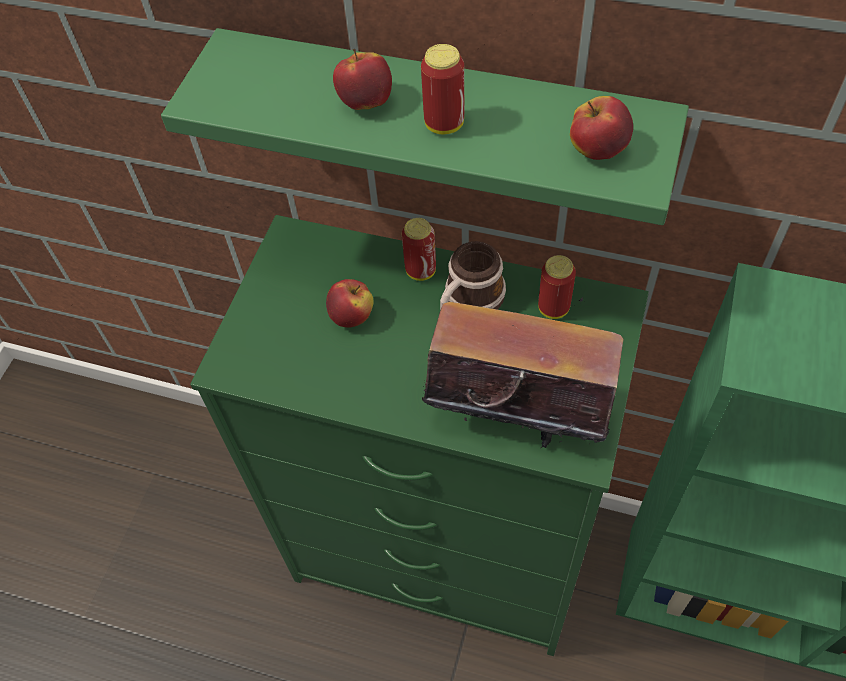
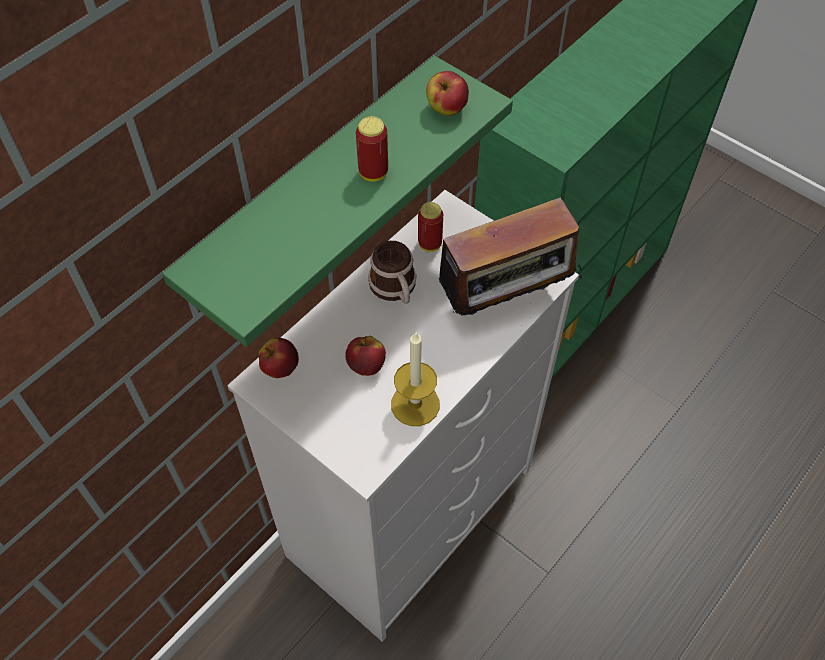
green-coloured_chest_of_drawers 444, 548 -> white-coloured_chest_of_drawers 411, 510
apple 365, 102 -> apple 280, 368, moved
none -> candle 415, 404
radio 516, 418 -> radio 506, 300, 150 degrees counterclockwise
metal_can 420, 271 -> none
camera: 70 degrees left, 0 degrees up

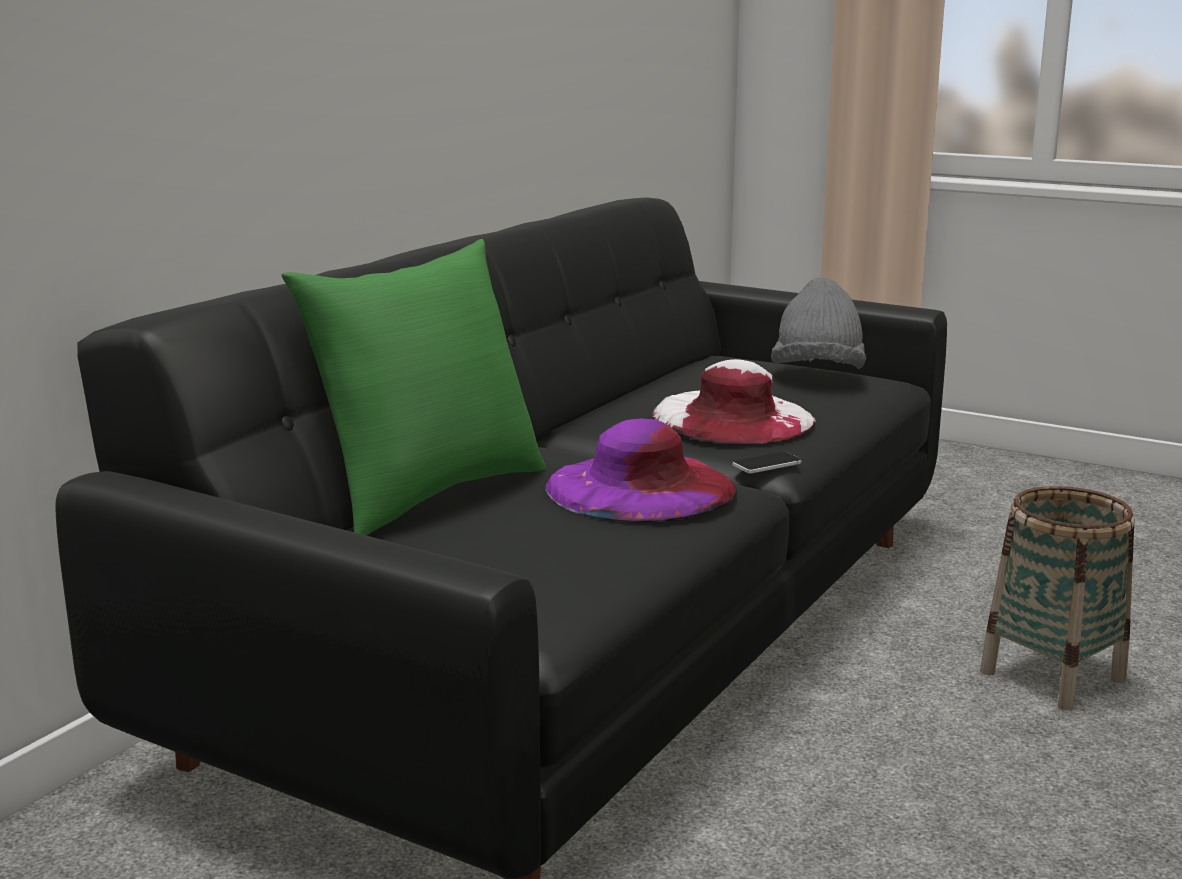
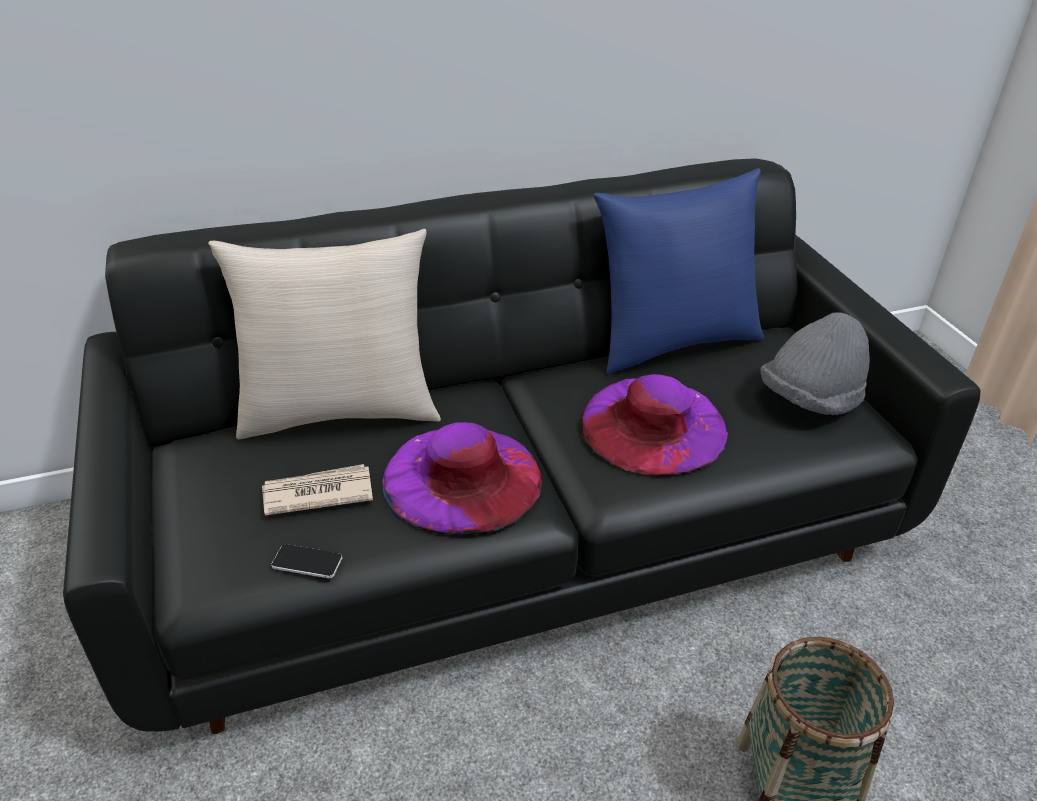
green-coloured_pillow 428, 493 -> beige-coloured_pillow 340, 410
none -> daily_paper 317, 493
handset 767, 464 -> handset 307, 562, moved
white-coloured_wearable_hat 733, 418 -> purple_wearable_hat 653, 425
none -> blue_pillow 673, 341
camera: 40 degrees right, 20 degrees up

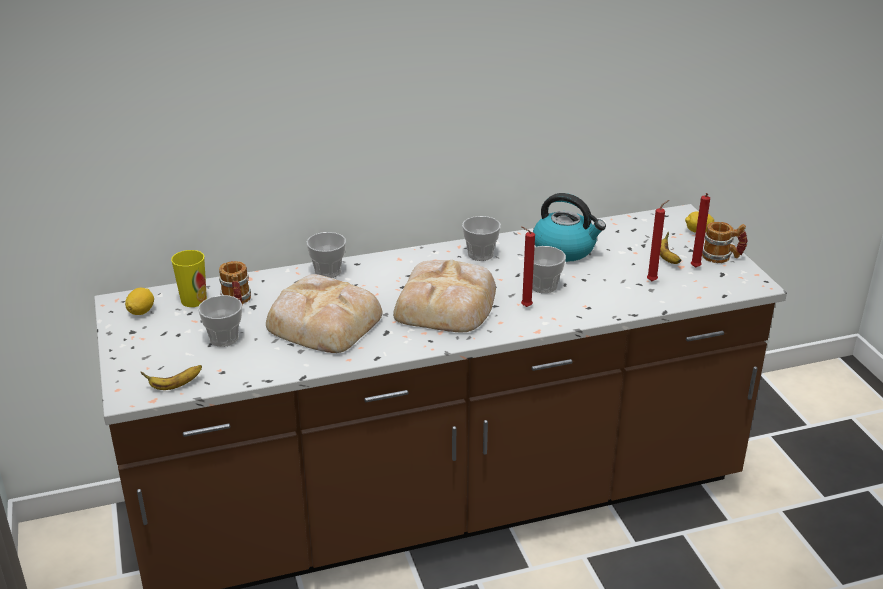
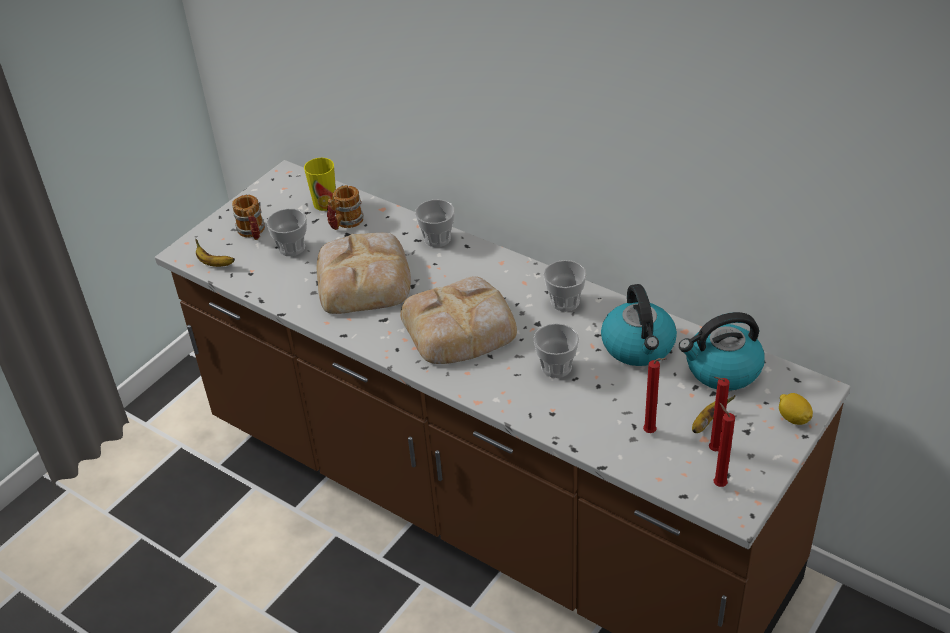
tea_mug 722, 257 -> tea_mug 252, 232, moved
none -> kettle 722, 370
red-coloured_candle 524, 307 -> red-coloured_candle 718, 484, moved
whole_lemon 141, 311 -> none
camera: 55 degrees right, 10 degrees up

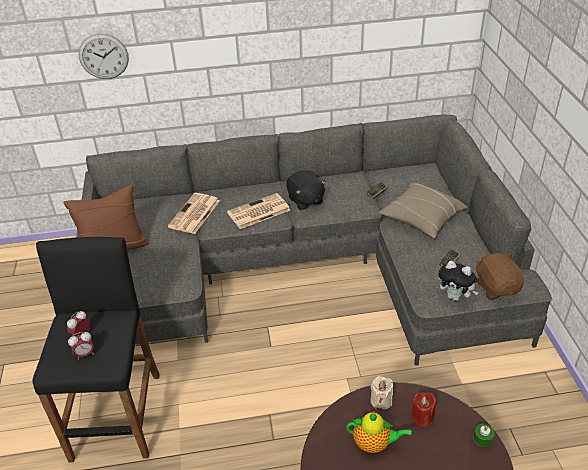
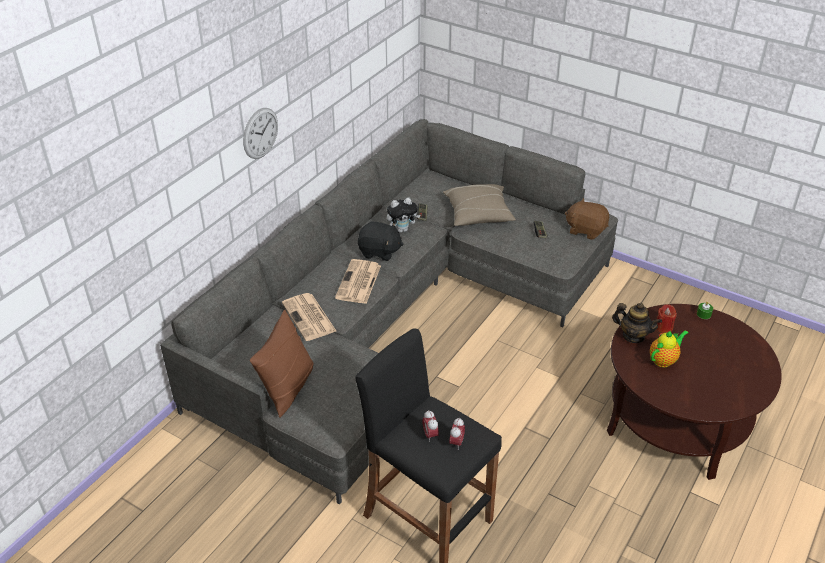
clock_on_the_wall 103, 56 -> clock_on_the_wall 260, 133, moved
plush_toy 455, 297 -> plush_toy 402, 229, moved
beige-coloured_candle 381, 401 -> teapot 633, 336
camera: 50 degrees left, 0 degrees up

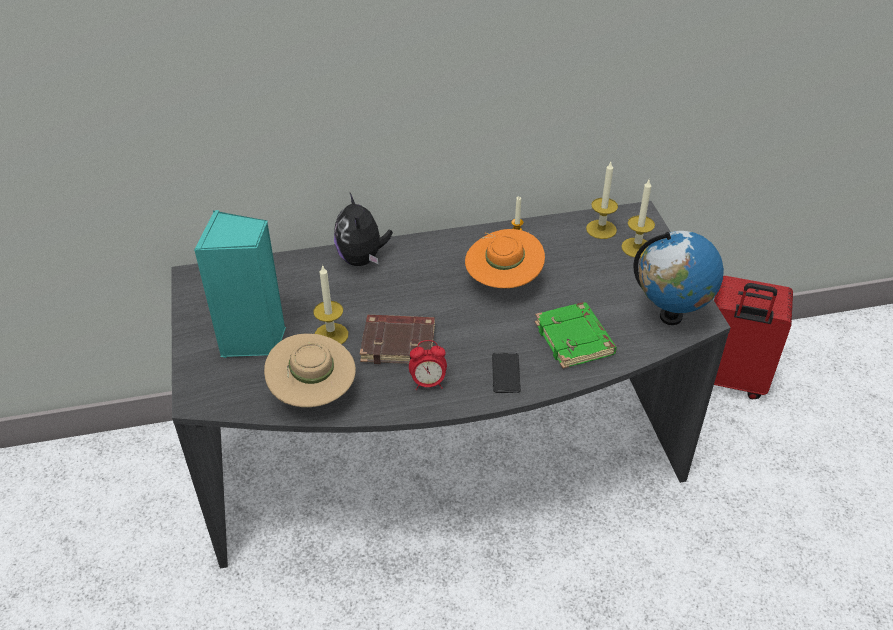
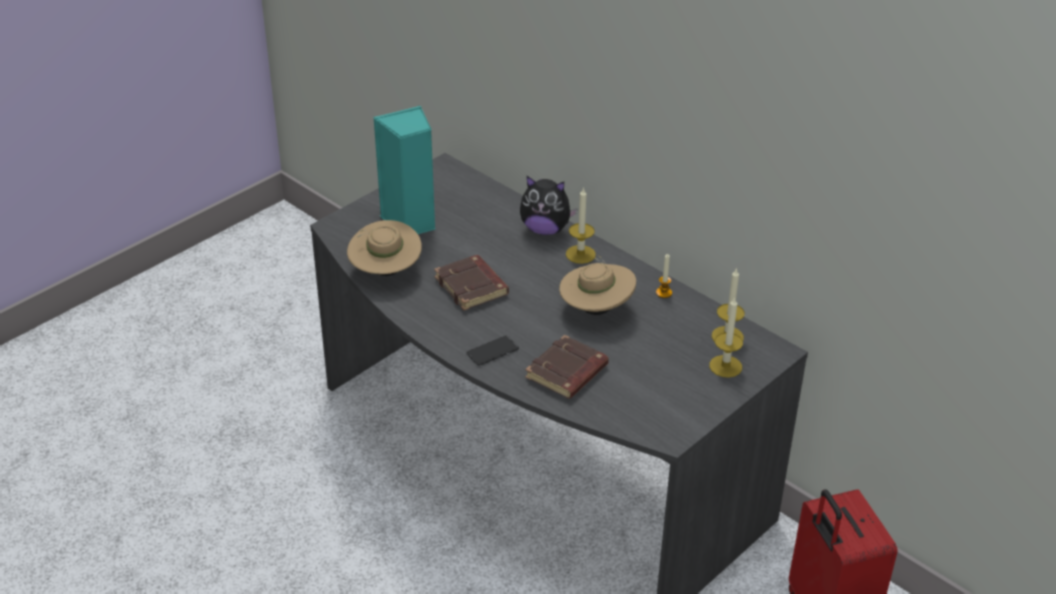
plush_toy 362, 259 -> plush_toy 545, 229, 120 degrees counterclockwise
green-coloured_bound_book 575, 340 -> brown-coloured_bound_book 567, 373
orangey_wearable_hat 503, 282 -> beige-coloured_wearable_hat 596, 309
candle 331, 335 -> candle 580, 254, moved
bedside_clock 428, 383 -> none
world_globe 670, 316 -> none
camera: 55 degrees right, 5 degrees down

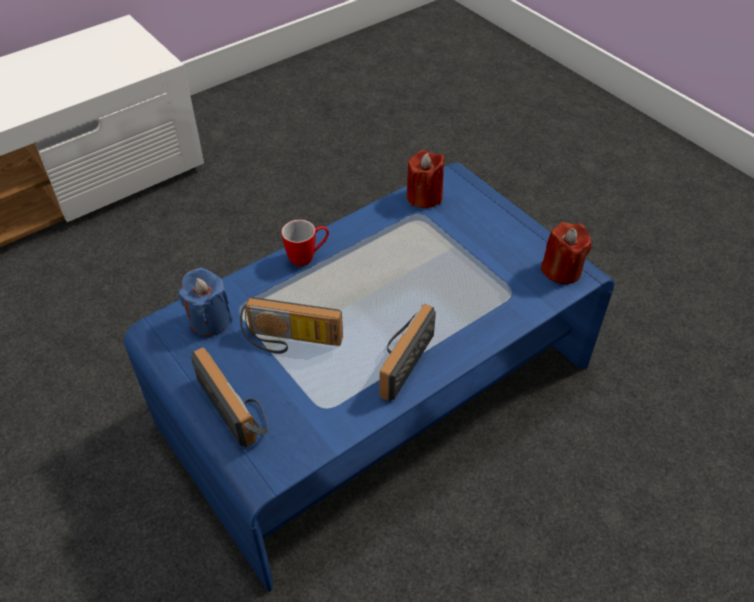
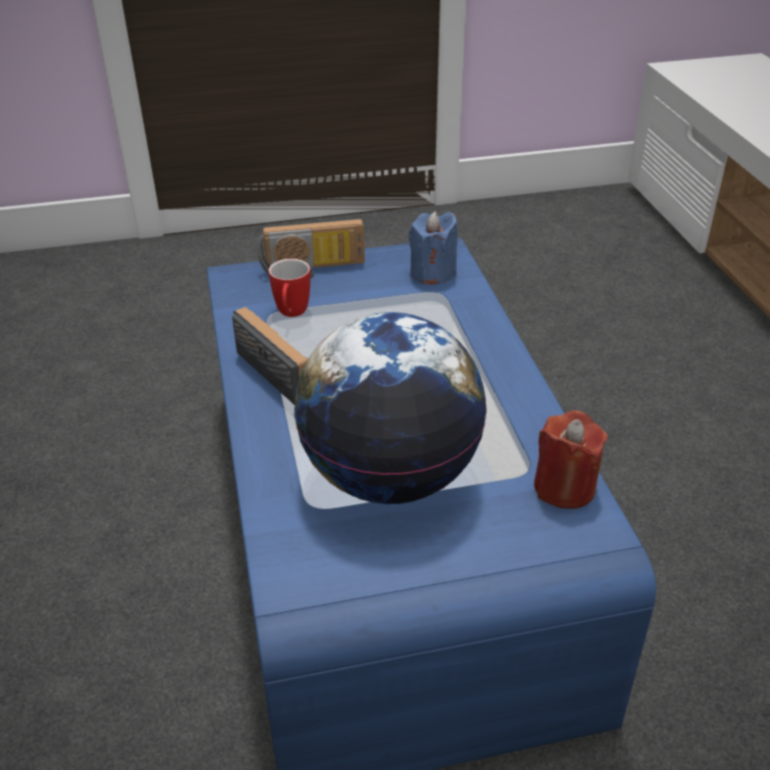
tea_mug 307, 257 -> tea_mug 291, 314, moved
none -> world_globe 390, 476
radio 290, 341 -> none
red-coloured_candle 561, 270 -> none
camera: 115 degrees right, 10 degrees down

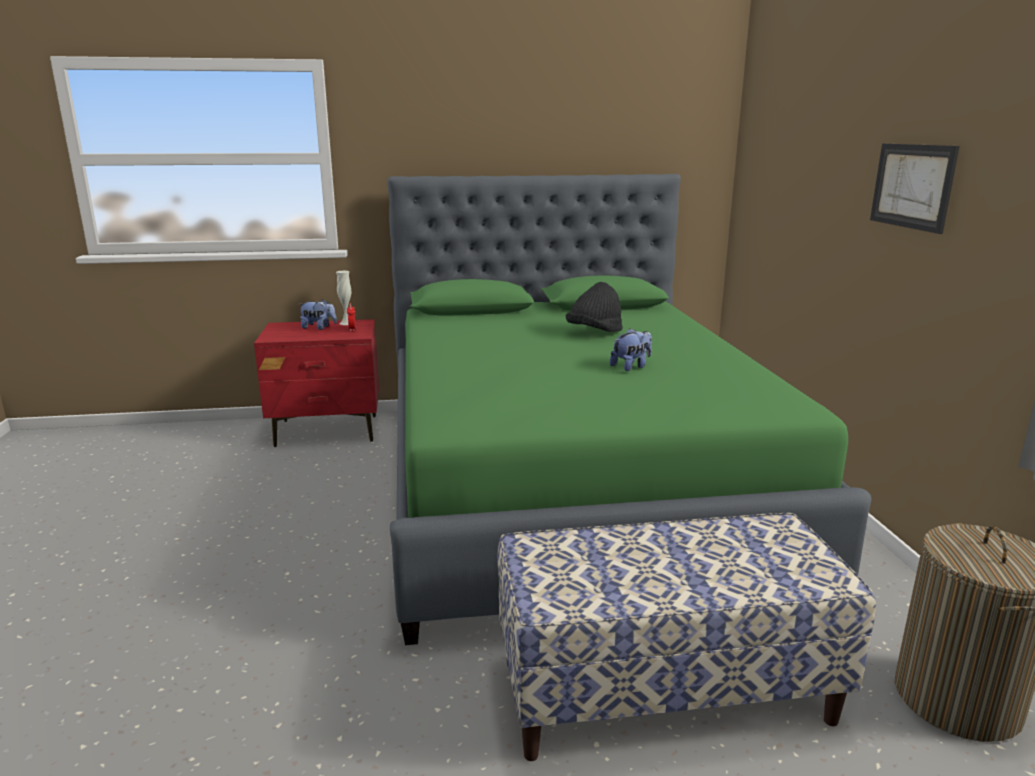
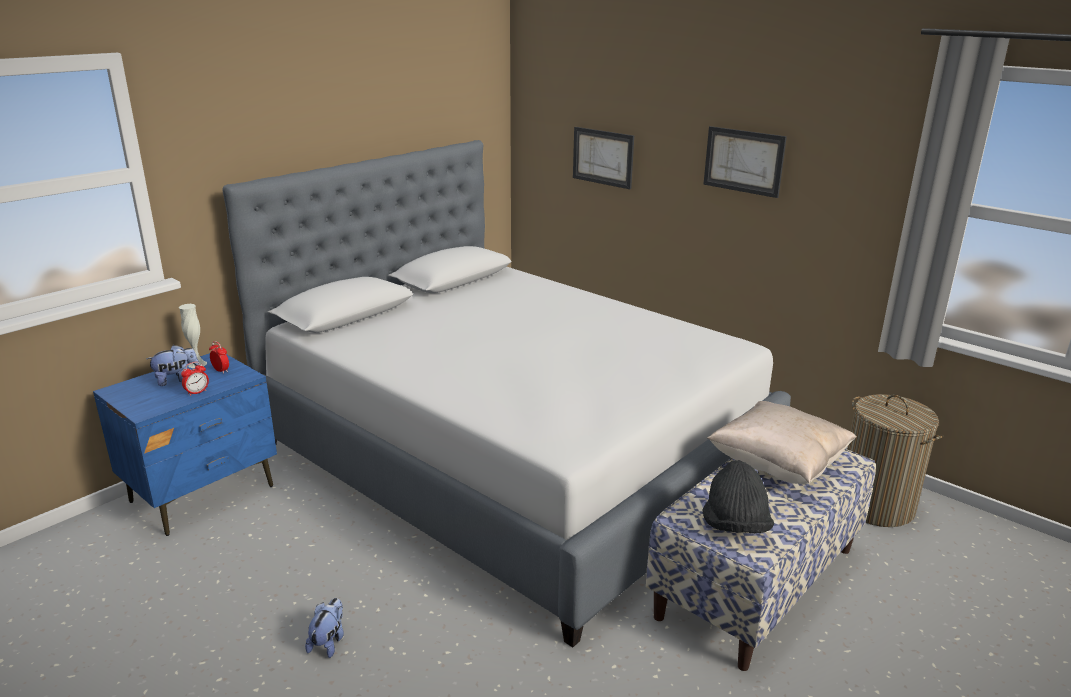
red-coloured_bedside_table 328, 431 -> blue_bedside_table 204, 494
none -> bedside_clock 197, 392
green-coloured_bed 571, 486 -> greyish_bed 512, 458
plush_toy 631, 367 -> plush_toy 328, 642, moved
none -> picture 603, 157
black-coloured_wearable_hat 594, 333 -> black-coloured_wearable_hat 735, 526, moved
none -> beige-coloured_pillow 777, 466
camera: 40 degrees left, 5 degrees up

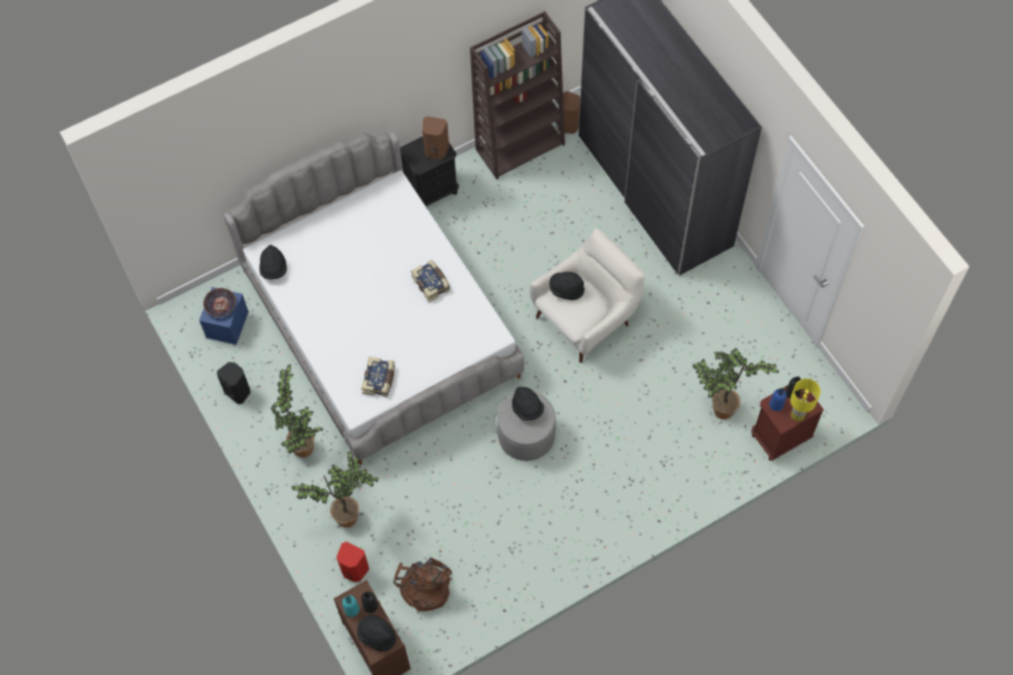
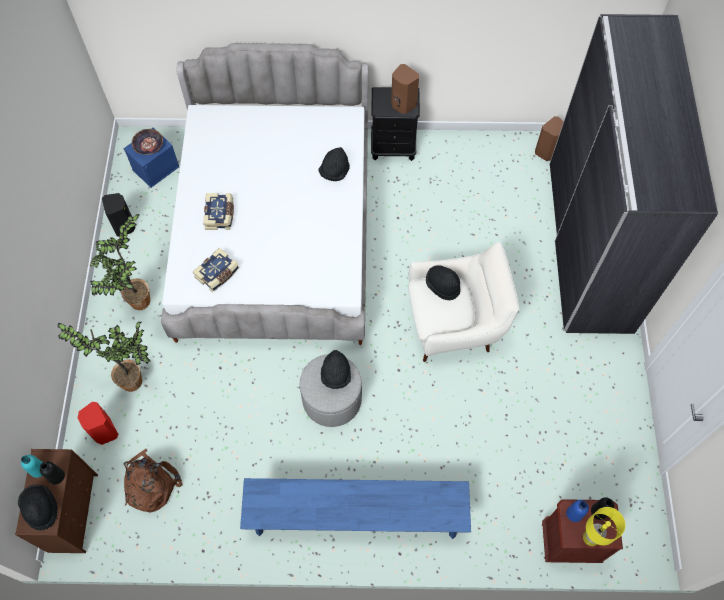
bound_book 431, 283 -> bound_book 220, 215, moved
none -> blue_indoor_bench 356, 517
black-coloured_wearable_hat 274, 269 -> black-coloured_wearable_hat 334, 172, moved
brown-coloured_bookshelf 520, 145 -> none
plant_in_a_pot 720, 411 -> none
camera: 30 degrees right, 0 degrees up

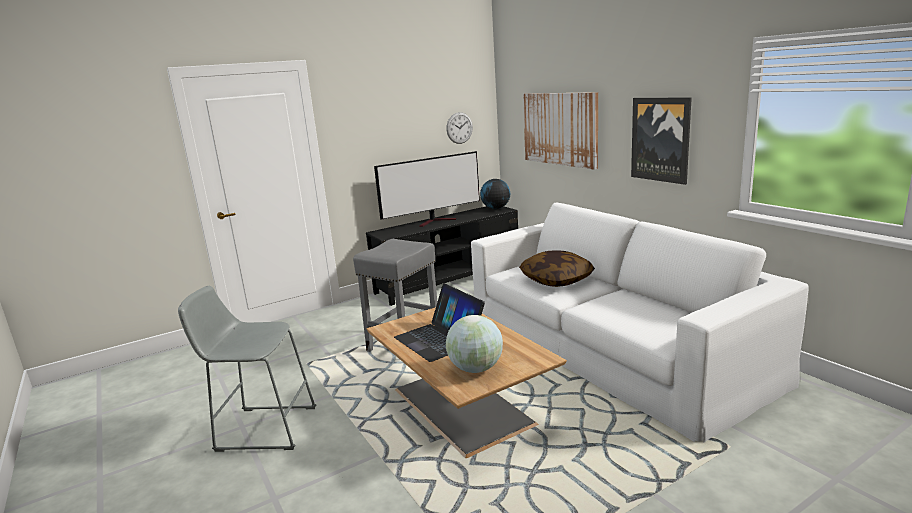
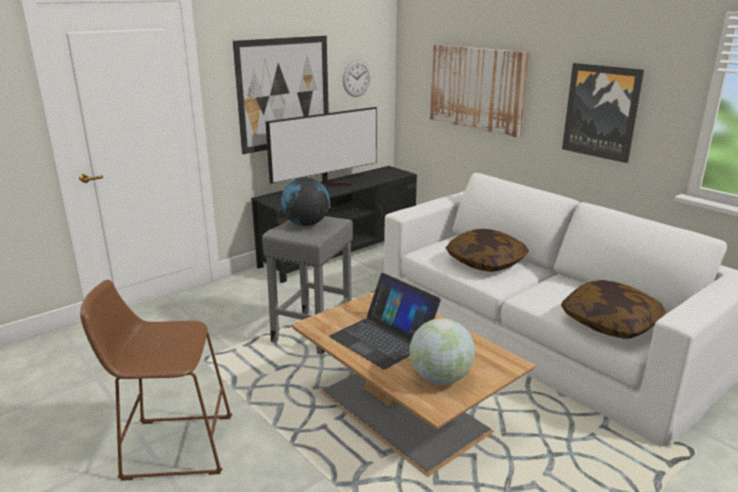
greyish_stool_seat 262, 428 -> brown-coloured_stool_seat 172, 446
none -> picture 284, 93
world_globe 495, 208 -> world_globe 306, 224, moved
none -> pillow 610, 323
camera: 10 degrees left, 5 degrees up

